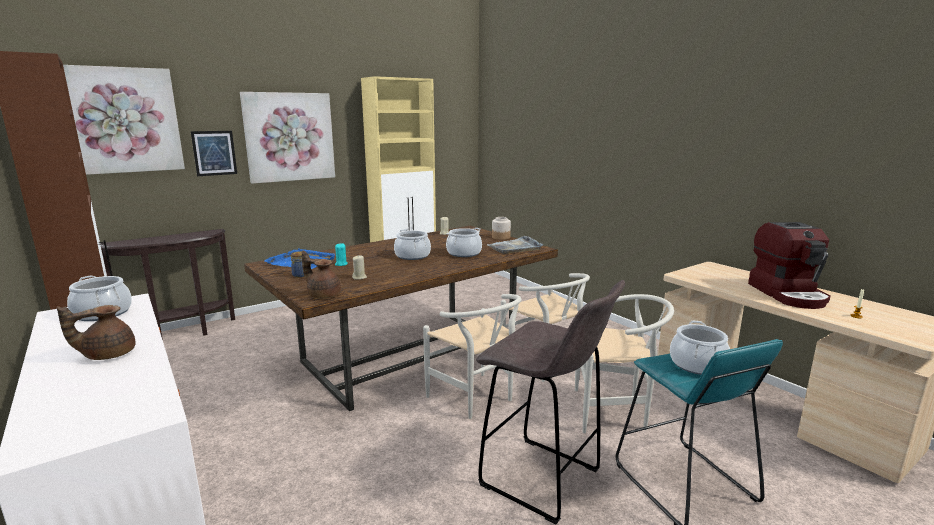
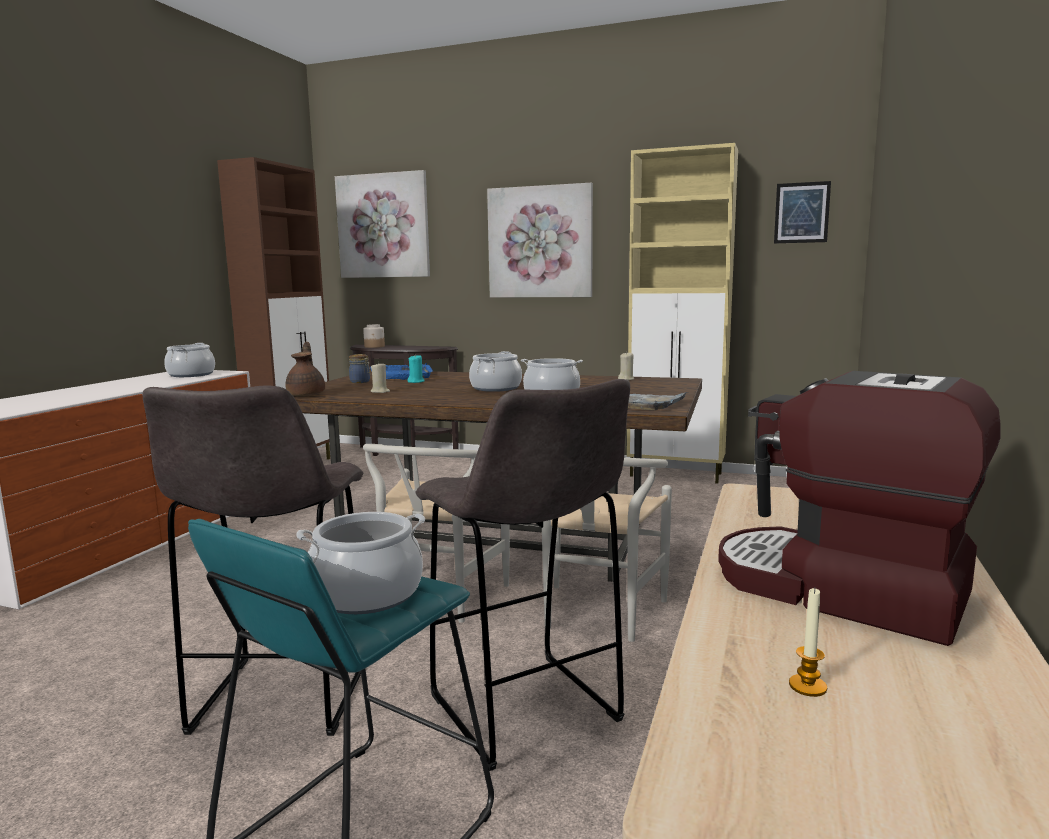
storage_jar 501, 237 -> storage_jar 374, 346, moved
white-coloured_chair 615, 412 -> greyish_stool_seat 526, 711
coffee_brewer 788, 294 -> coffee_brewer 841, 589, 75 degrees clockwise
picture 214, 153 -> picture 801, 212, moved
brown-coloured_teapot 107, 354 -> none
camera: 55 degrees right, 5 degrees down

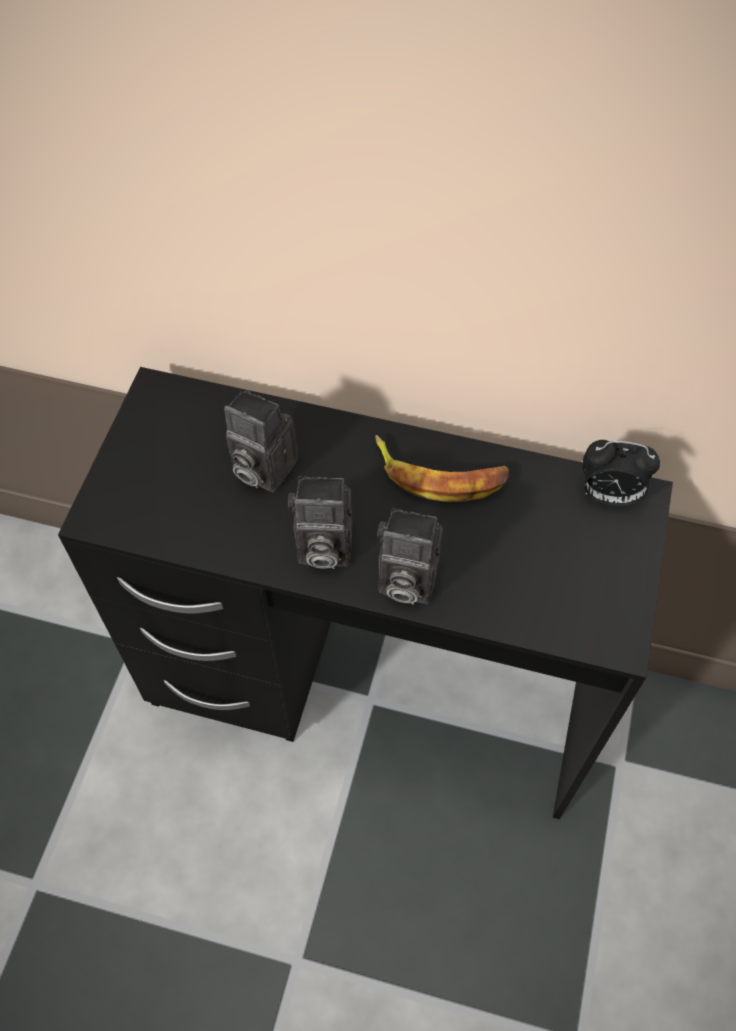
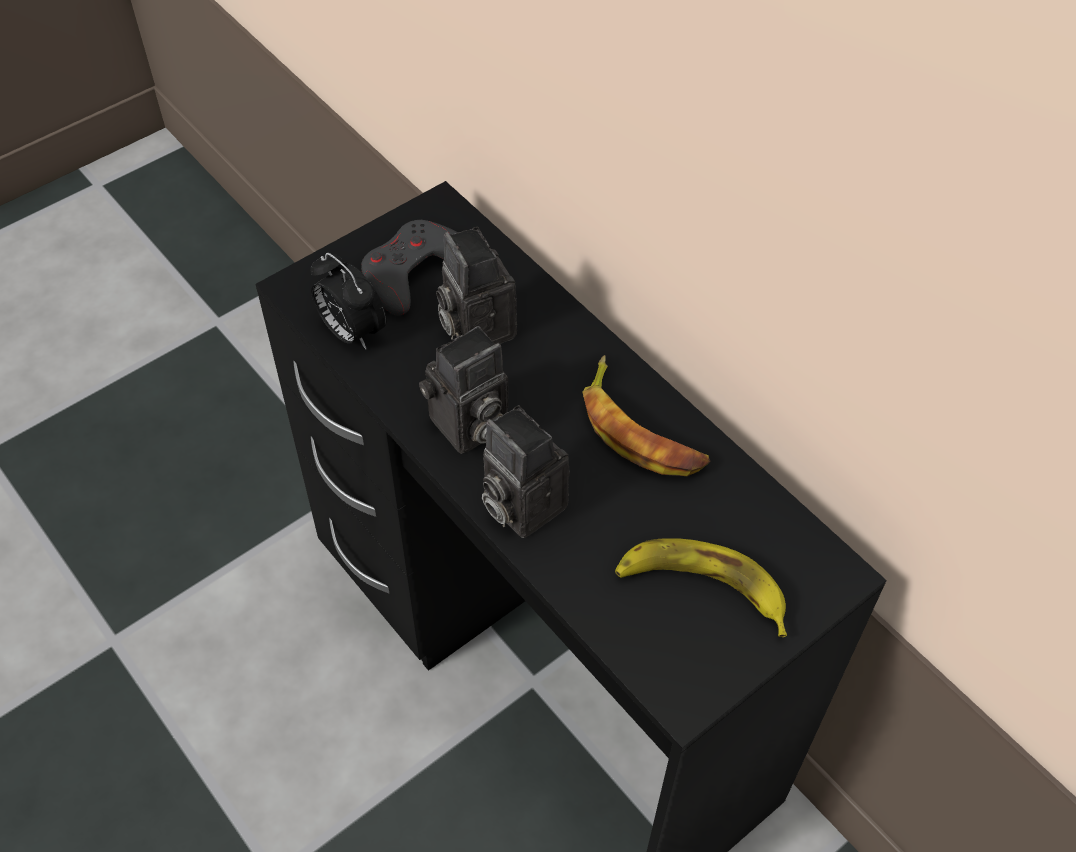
bedside_clock 608, 495 -> bedside_clock 351, 332, moved
none -> greyish_joypad 413, 272
photo_camera 321, 547 -> photo_camera 468, 428, 75 degrees counterclockwise
none -> banana_fruit 701, 588
camera: 35 degrees right, 5 degrees down

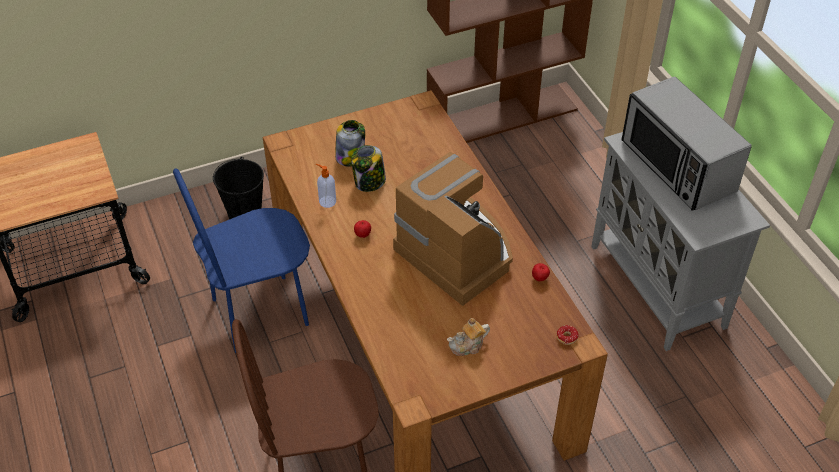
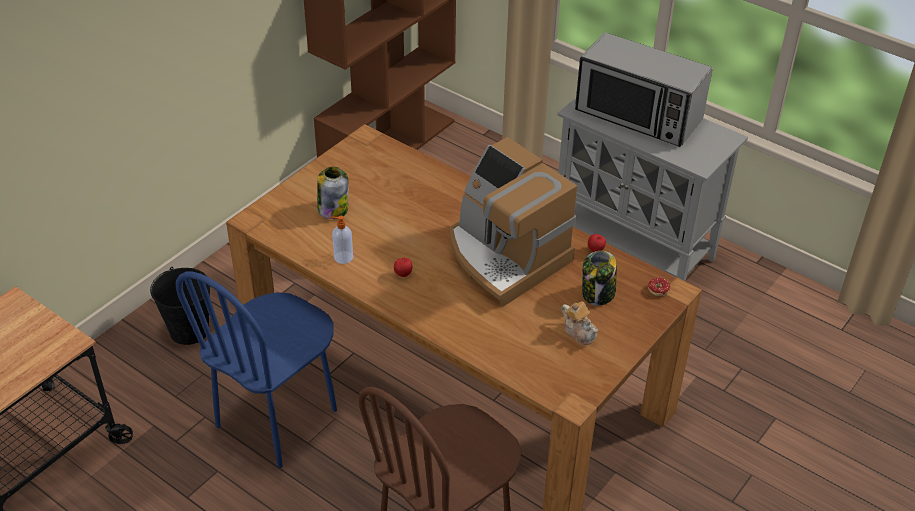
coffee_brewer 457, 252 -> coffee_brewer 505, 256, 150 degrees counterclockwise
teapot 468, 346 -> teapot 579, 332, 75 degrees counterclockwise
storage_jar 369, 182 -> storage_jar 598, 294, moved
camera: 30 degrees left, 5 degrees down

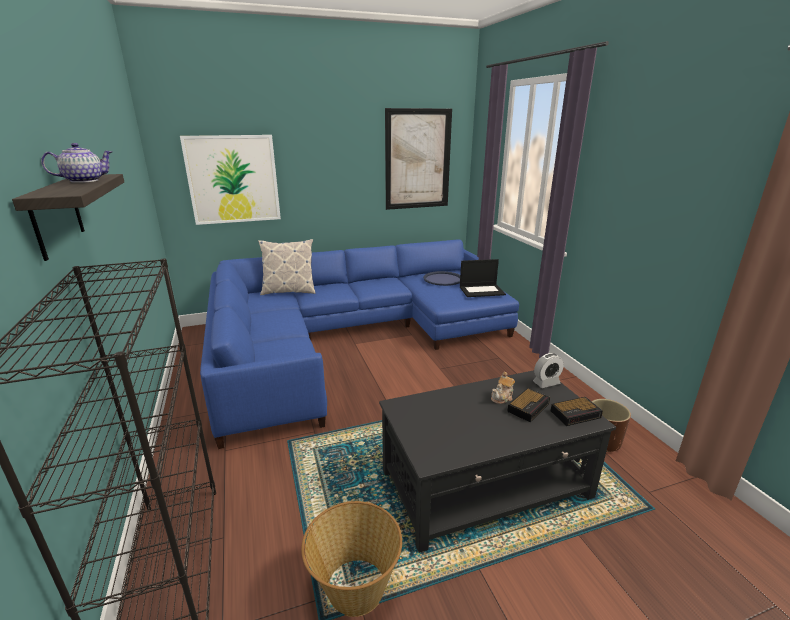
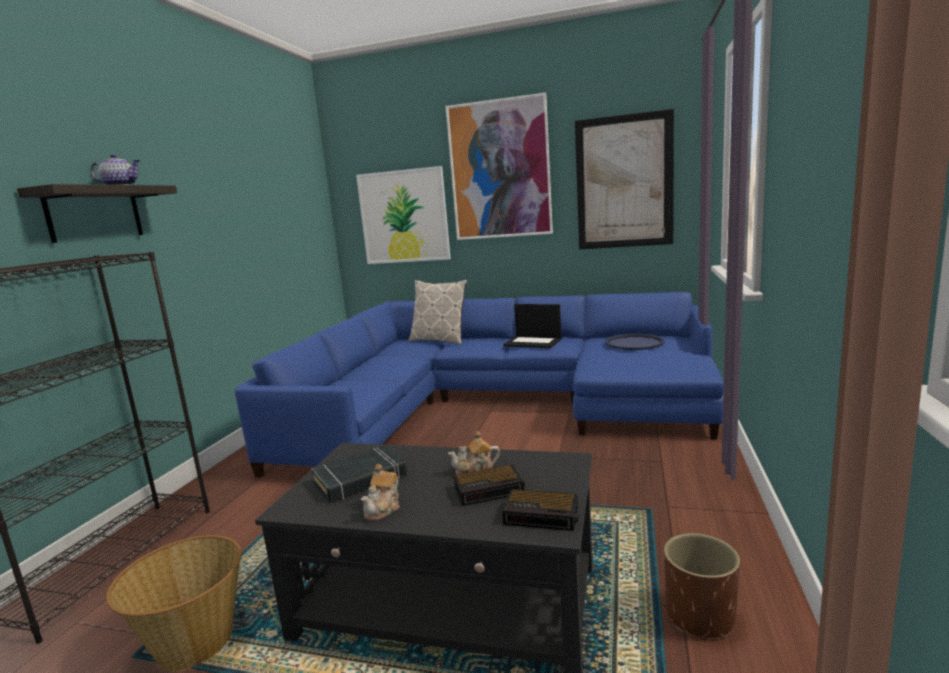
none -> black-coloured_bound_book 360, 479
none -> teapot 383, 509
none -> picture 500, 170
portable_computer 482, 290 -> portable_computer 533, 342, moved
bedside_clock 546, 383 -> none
camera: 35 degrees right, 10 degrees down

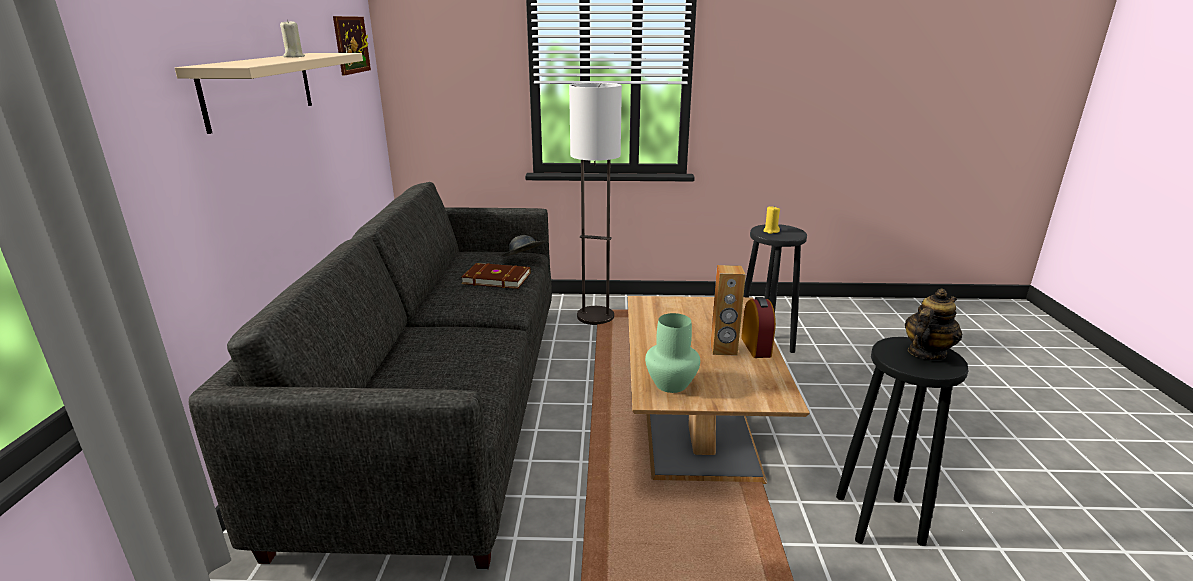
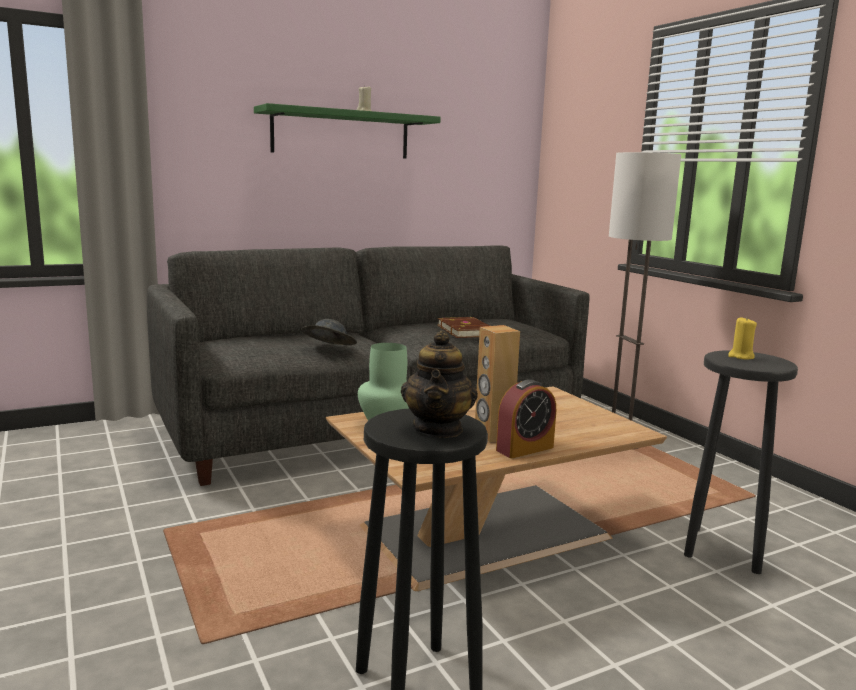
beige-coloured_shelf 260, 88 -> green-coloured_shelf 341, 134
greyish_wearable_hat 523, 259 -> greyish_wearable_hat 328, 349, moved
teapot 926, 353 -> teapot 438, 429, 75 degrees clockwise
picture 351, 45 -> none
camera: 60 degrees right, 10 degrees down

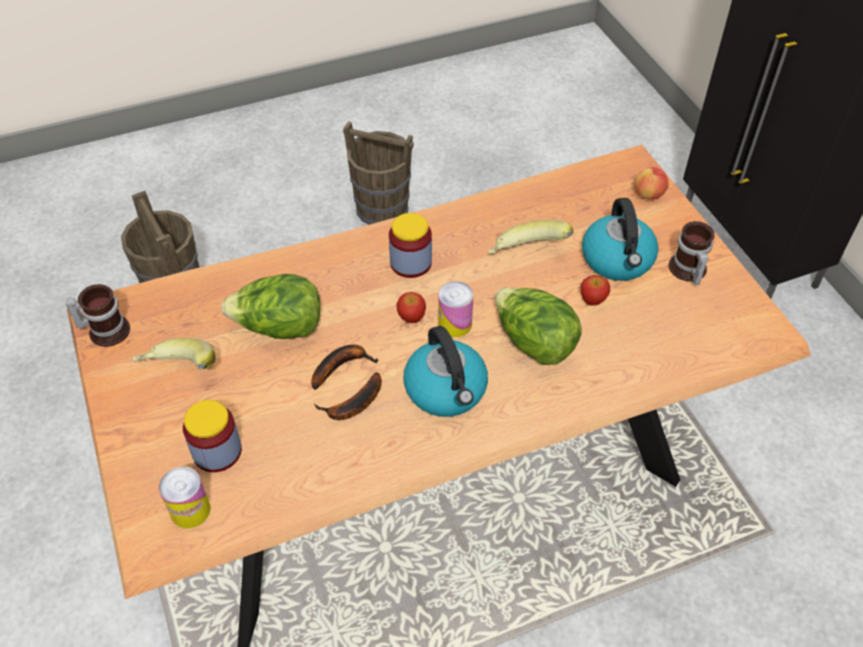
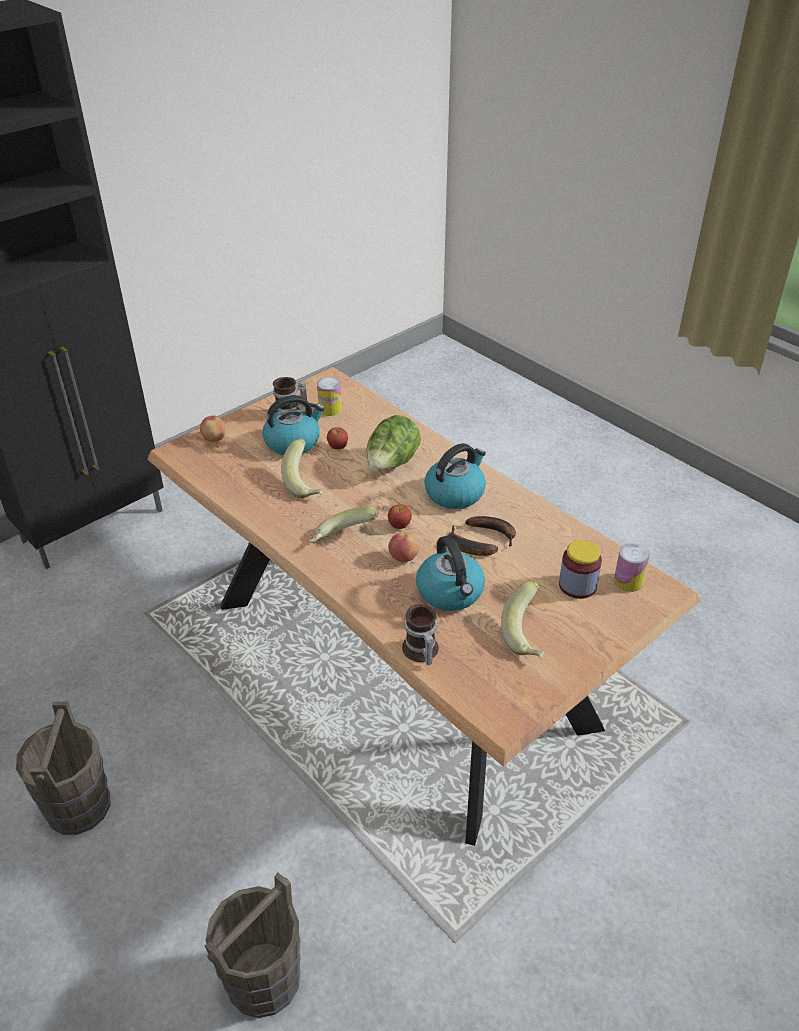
storage_jar 410, 263 -> banana_fruit 343, 540
metal_can 455, 324 -> metal_can 330, 409, moved
none -> apple 403, 557
tea_mug 106, 329 -> tea_mug 420, 651, moved
head_of_lettuce 279, 328 -> kettle 451, 592
camera: 110 degrees left, 10 degrees down

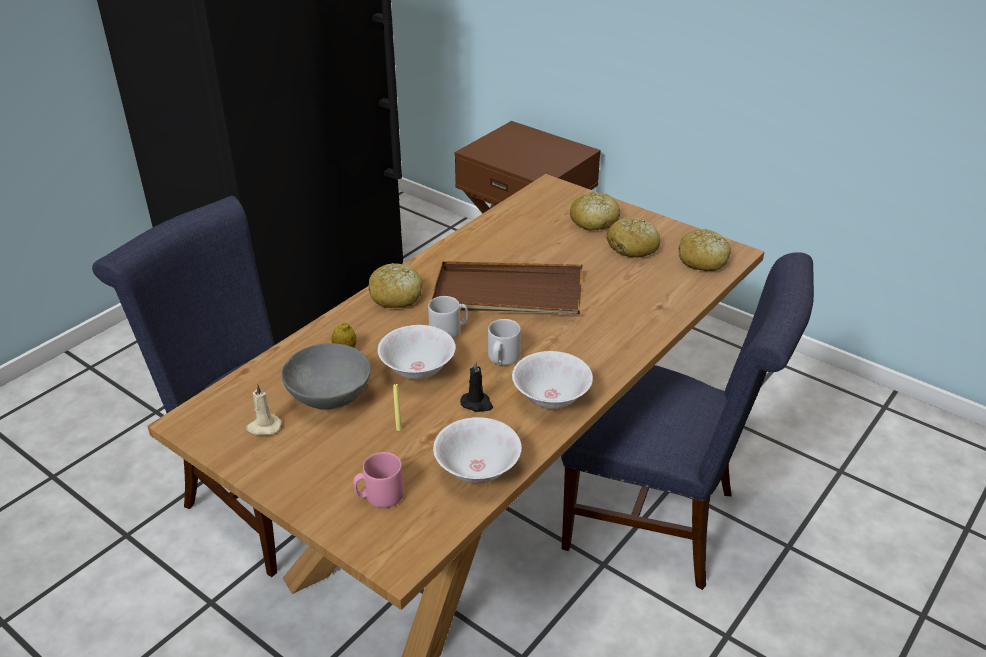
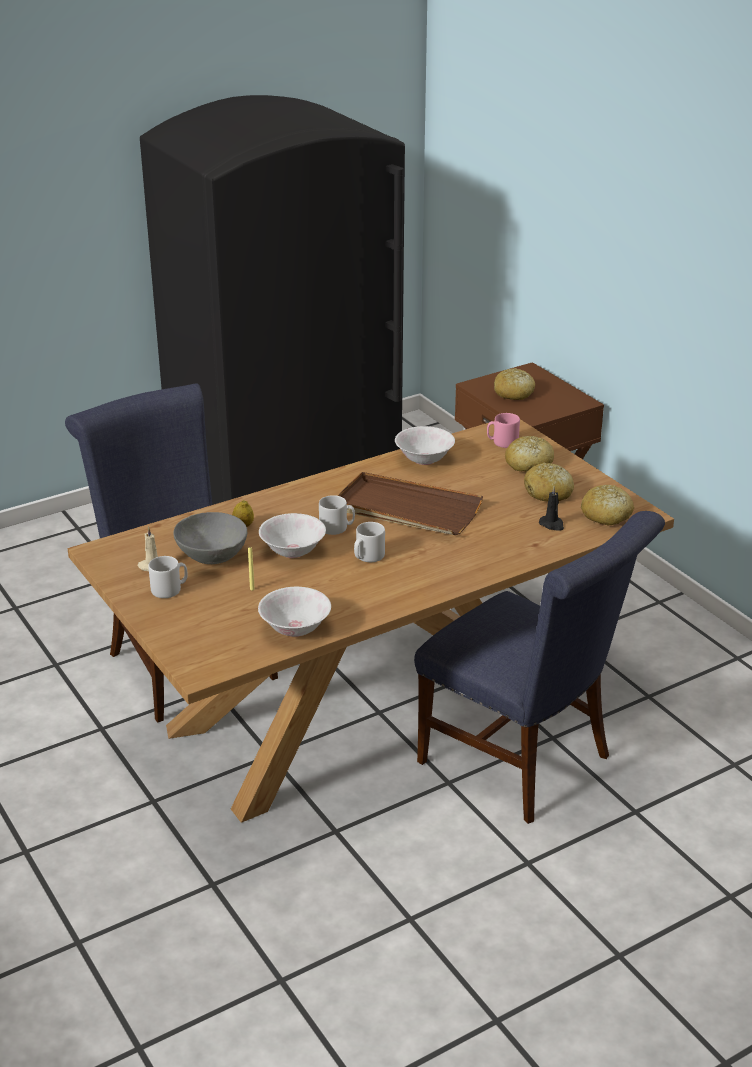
none -> greyish_tea_mug 170, 589
white-coloured_serving_bowl 551, 398 -> white-coloured_serving_bowl 424, 459, moved
pink_tea_mug 379, 496 -> pink_tea_mug 502, 442, moved
bread 396, 296 -> bread 513, 393, moved
black-coloured_candle 477, 403 -> black-coloured_candle 552, 524, moved
camera: 20 degrees right, 5 degrees down

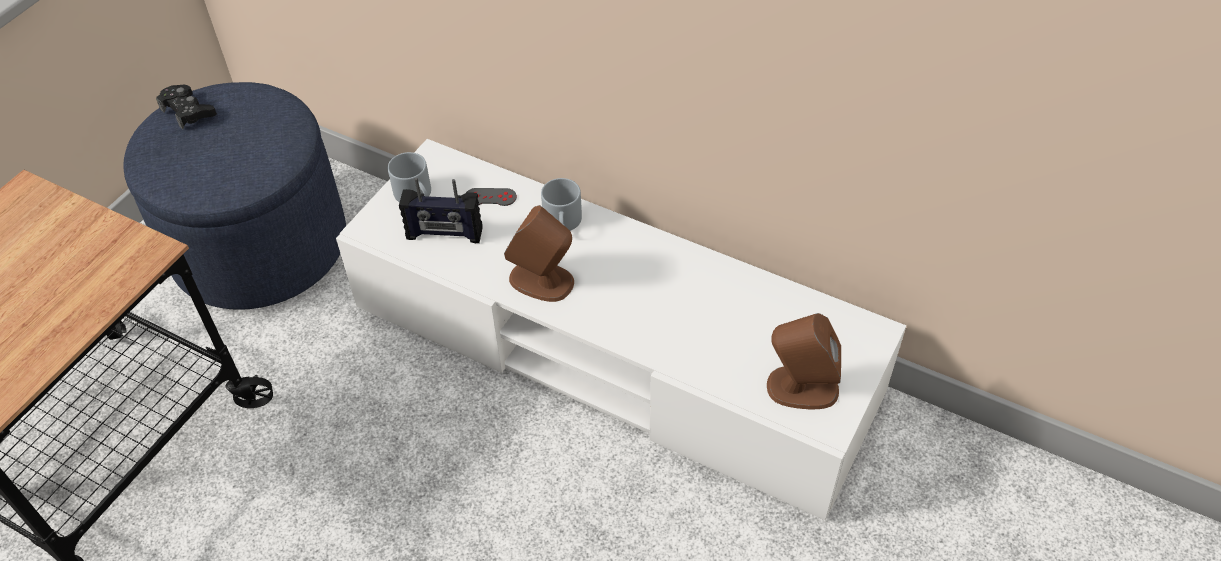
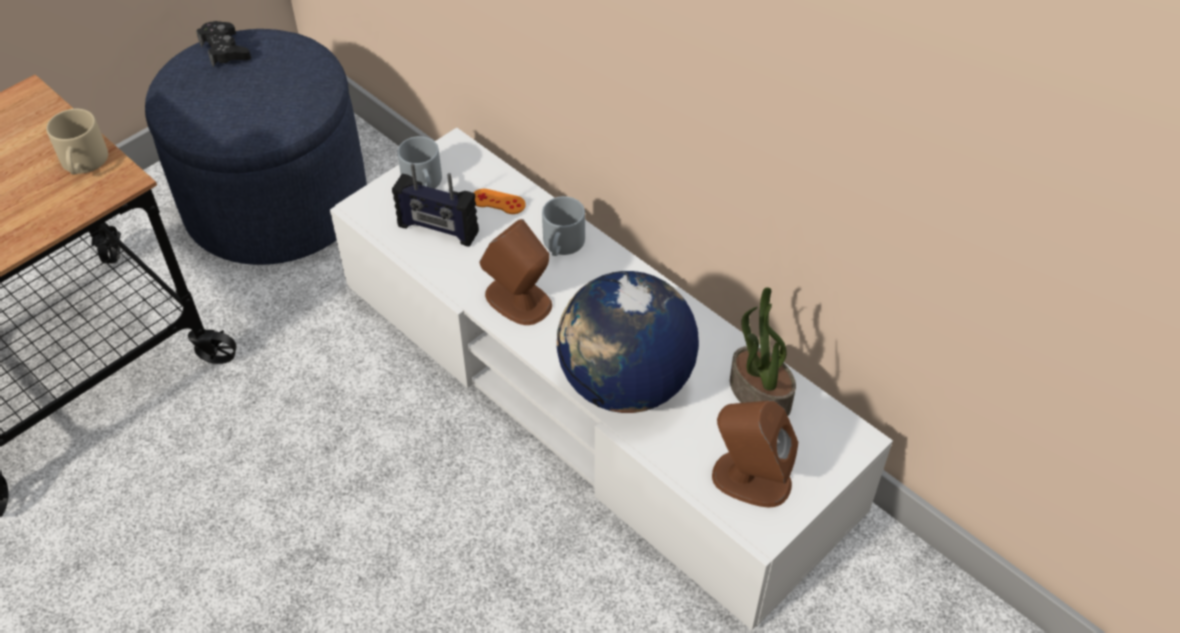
none -> beige-coloured_tea_mug 84, 163
greyish_joypad 490, 197 -> orangey_joypad 498, 202
none -> world_globe 625, 384
none -> plant_in_a_pot 758, 394
camera: 15 degrees right, 0 degrees up

